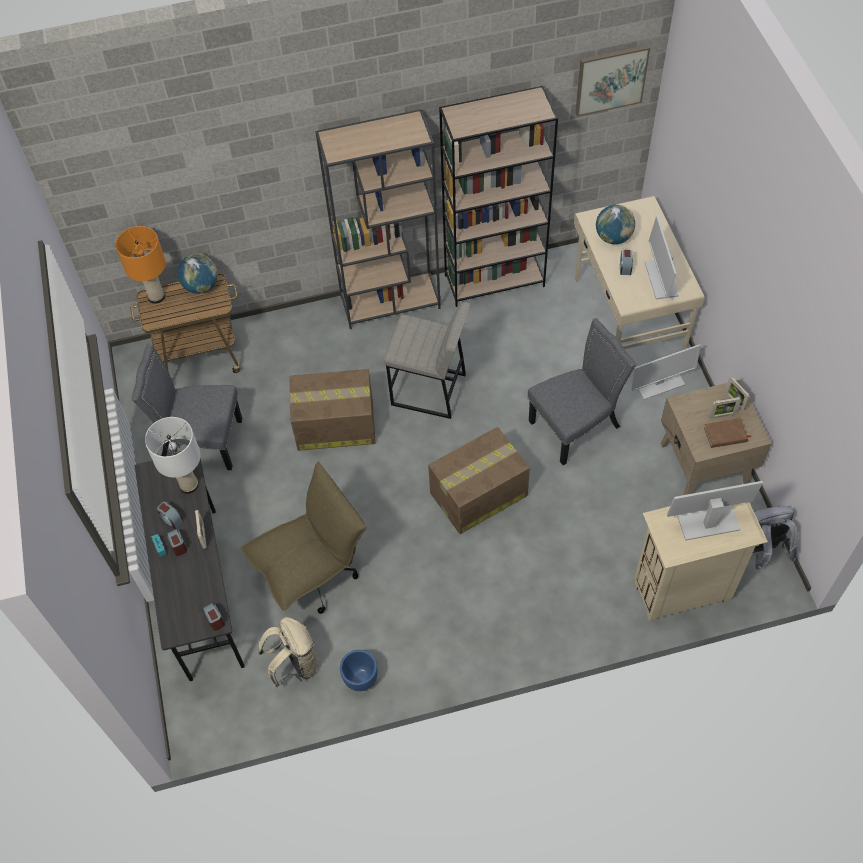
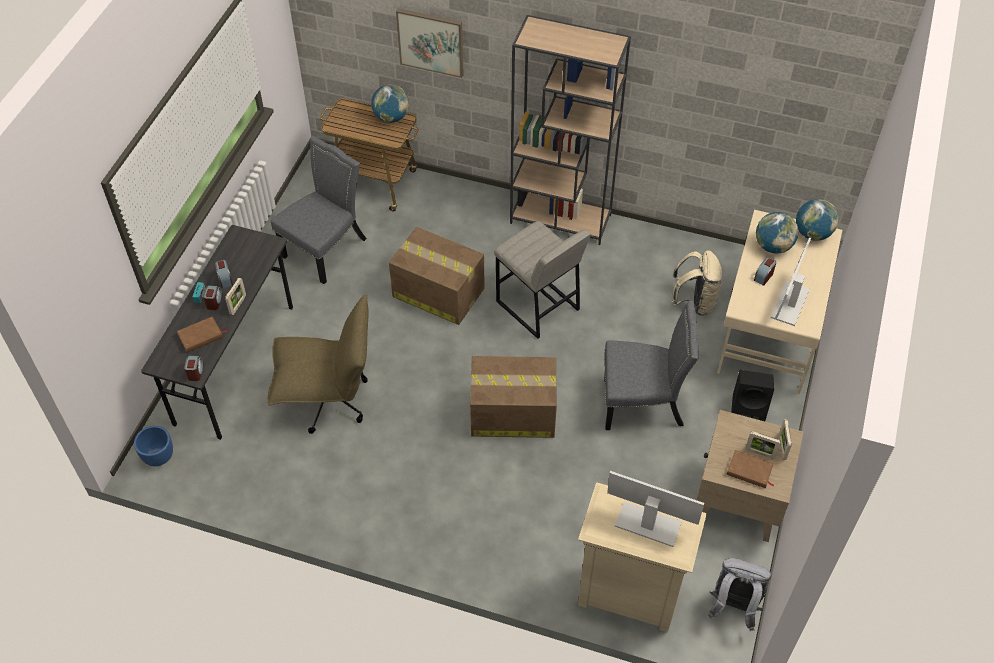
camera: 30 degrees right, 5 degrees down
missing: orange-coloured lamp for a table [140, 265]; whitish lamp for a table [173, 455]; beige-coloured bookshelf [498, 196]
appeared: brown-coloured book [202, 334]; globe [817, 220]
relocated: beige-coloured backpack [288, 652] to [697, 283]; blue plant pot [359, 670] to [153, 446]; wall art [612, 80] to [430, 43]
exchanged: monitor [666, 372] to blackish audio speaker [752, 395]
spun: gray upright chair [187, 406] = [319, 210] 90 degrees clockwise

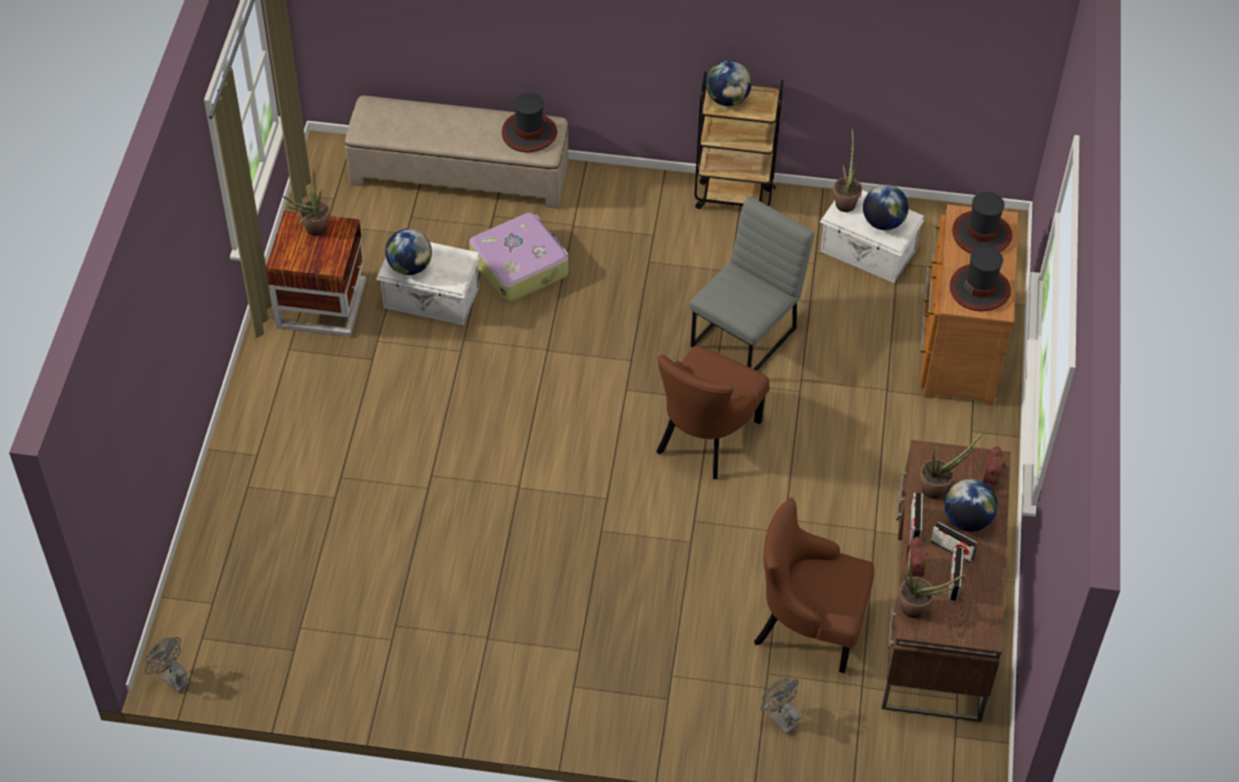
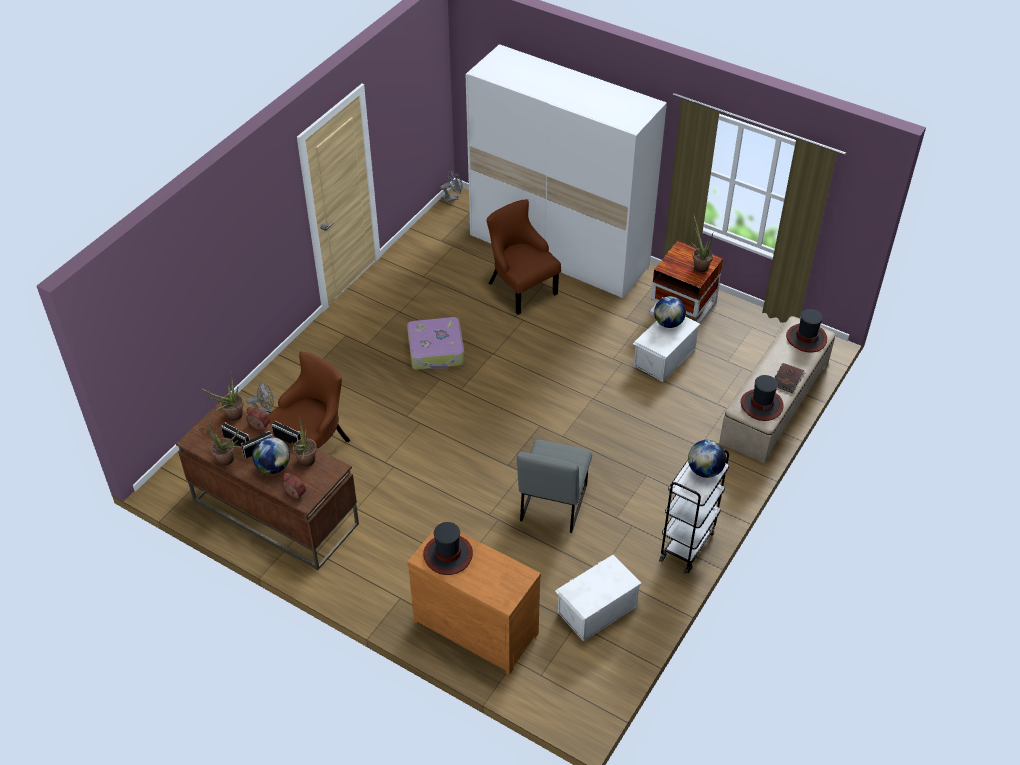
camera: 115 degrees right, 5 degrees down
missing: globe [886, 207]
appeared: whitish clothes cupboard [566, 171]; brown-coloured book [790, 378]
relocated: piece of luggage [518, 257] to [436, 343]; brown-coloured upright chair [713, 412] to [524, 257]; potted plant [847, 169] to [224, 443]; wearable hat [982, 223] to [806, 331]
colour: brown-coloured trolley [739, 140] to whitish trolley [694, 511]
spun: gray upright chair [752, 284] = [554, 486] 45 degrees clockwise

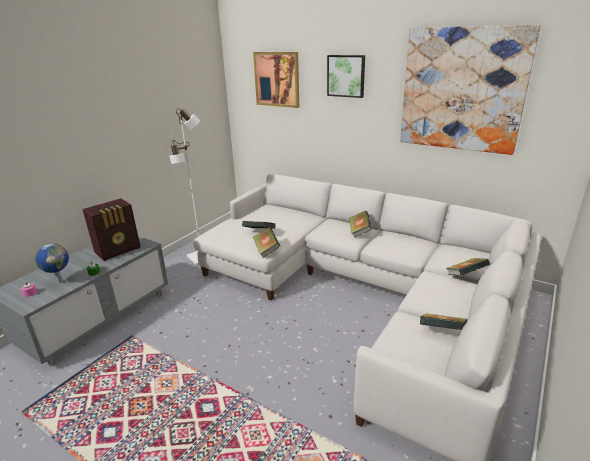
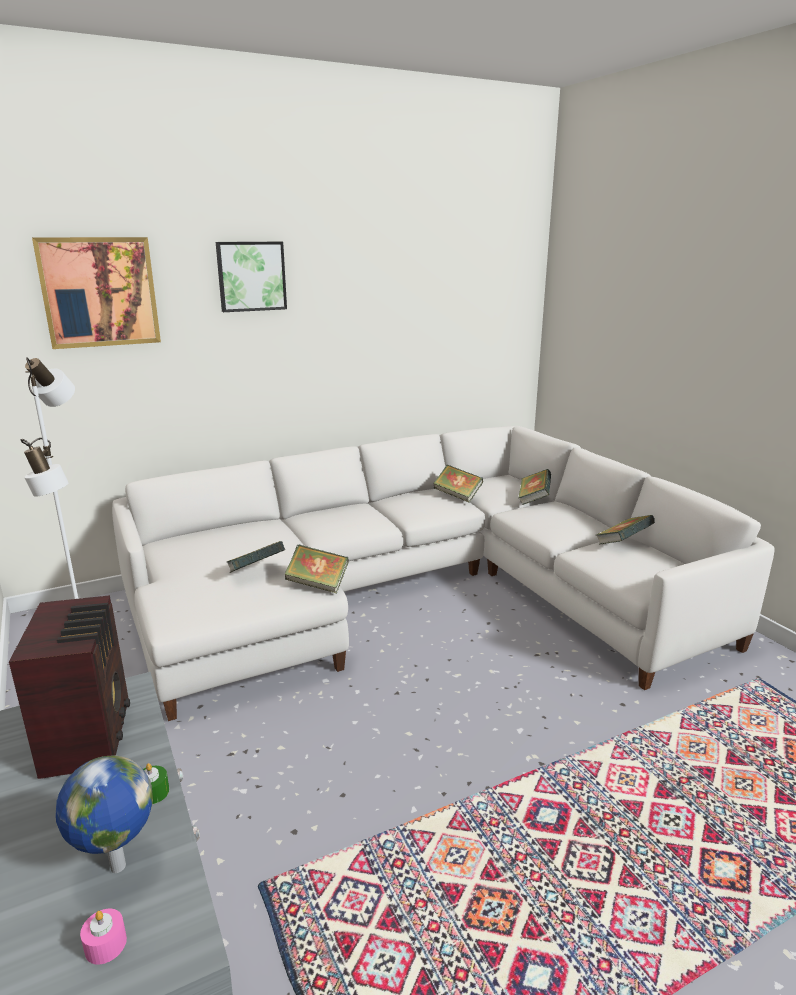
camera: 60 degrees left, 5 degrees down
missing: wall art [470, 90]
relocated: book [360, 224] to [458, 484]

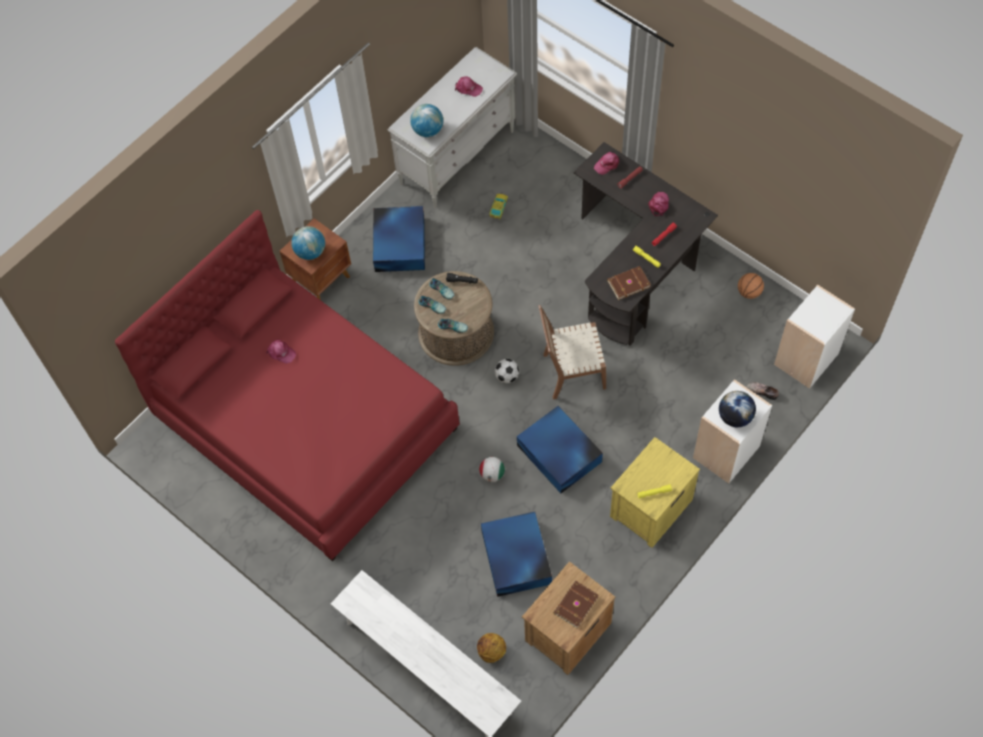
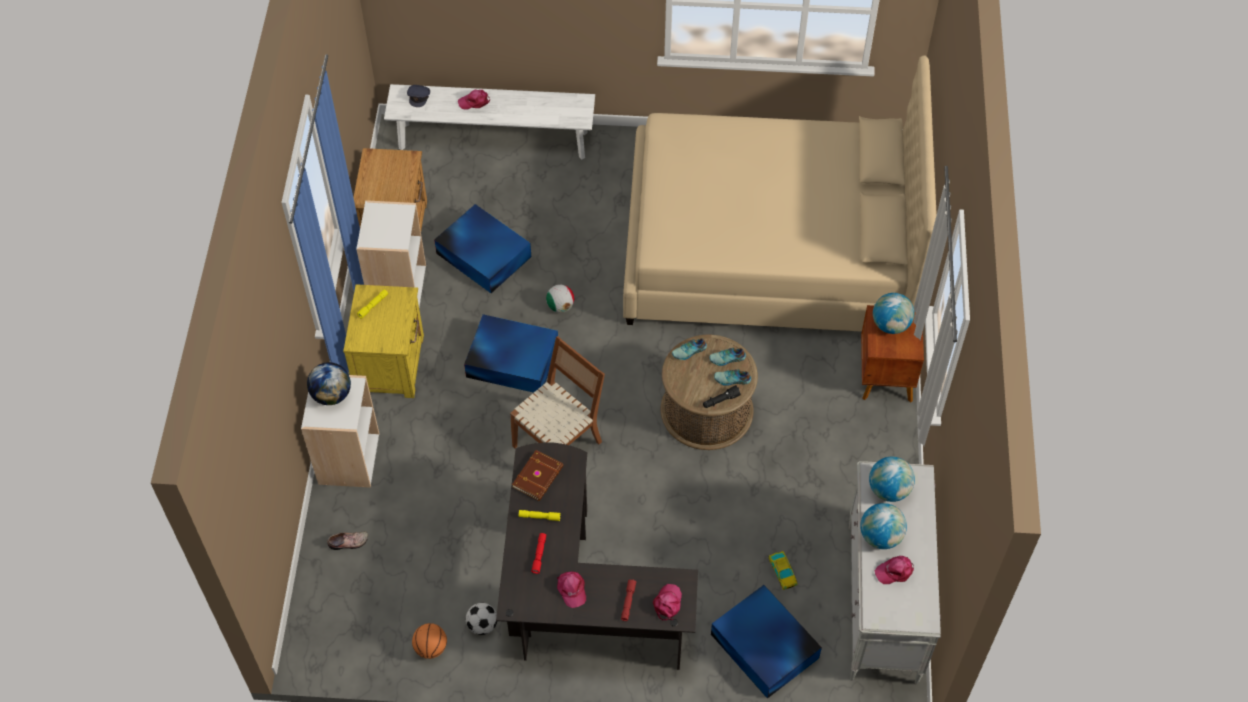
camera: 140 degrees right, 5 degrees down
missing: ball for basketball [491, 648]; brown-coloured book [576, 604]
appeared: gray cap [418, 96]; globe [883, 526]
relocated: pink-coloured cap [281, 352] to [474, 100]; blue storage container [399, 239] to [766, 642]; ball for football [507, 371] to [481, 619]; whitish bookshelf [814, 337] to [391, 253]
colour: red bedroom bed [287, 386] to beige-coloured bedroom bed [780, 193]

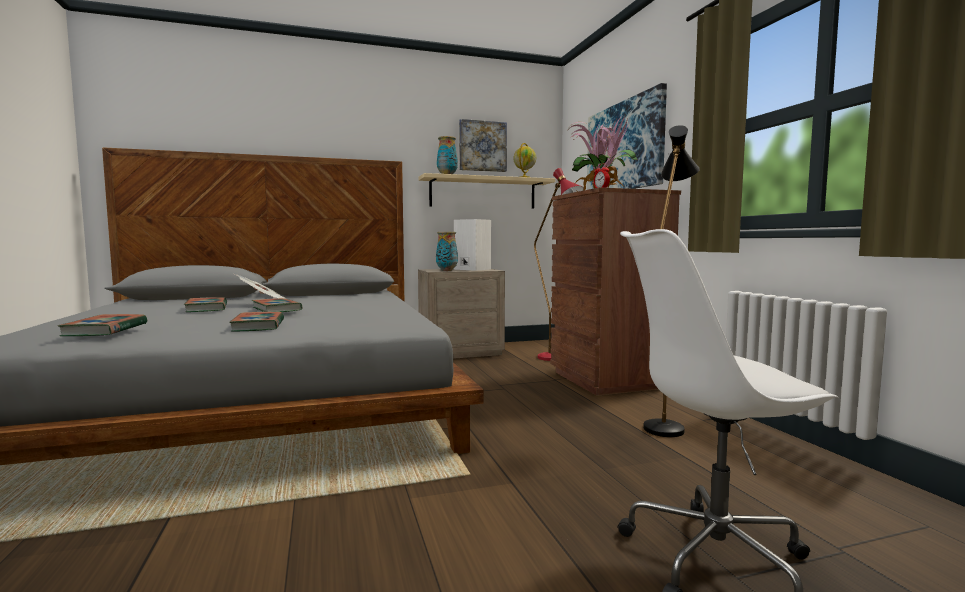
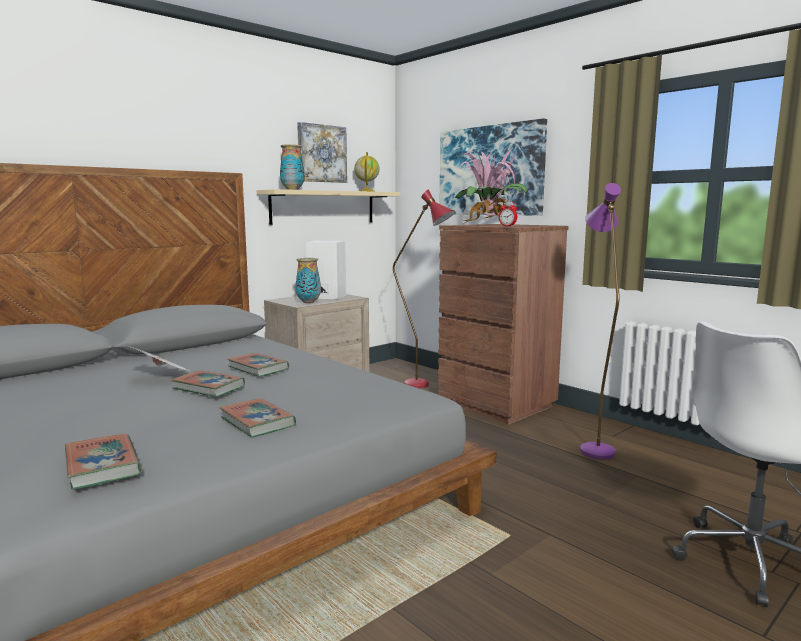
camera: 25 degrees left, 5 degrees up
relocated: book [205, 304] to [258, 365]
colour: blackish standard lamp [671, 281] to purple-coloured standard lamp [600, 321]

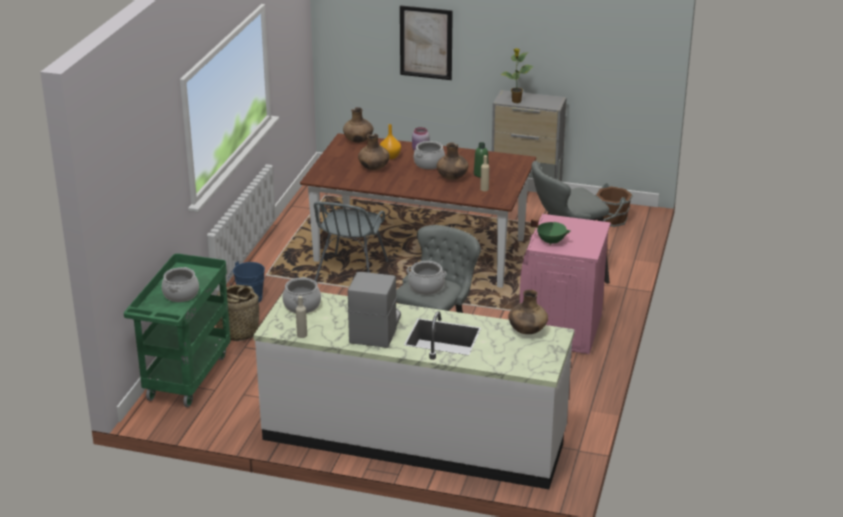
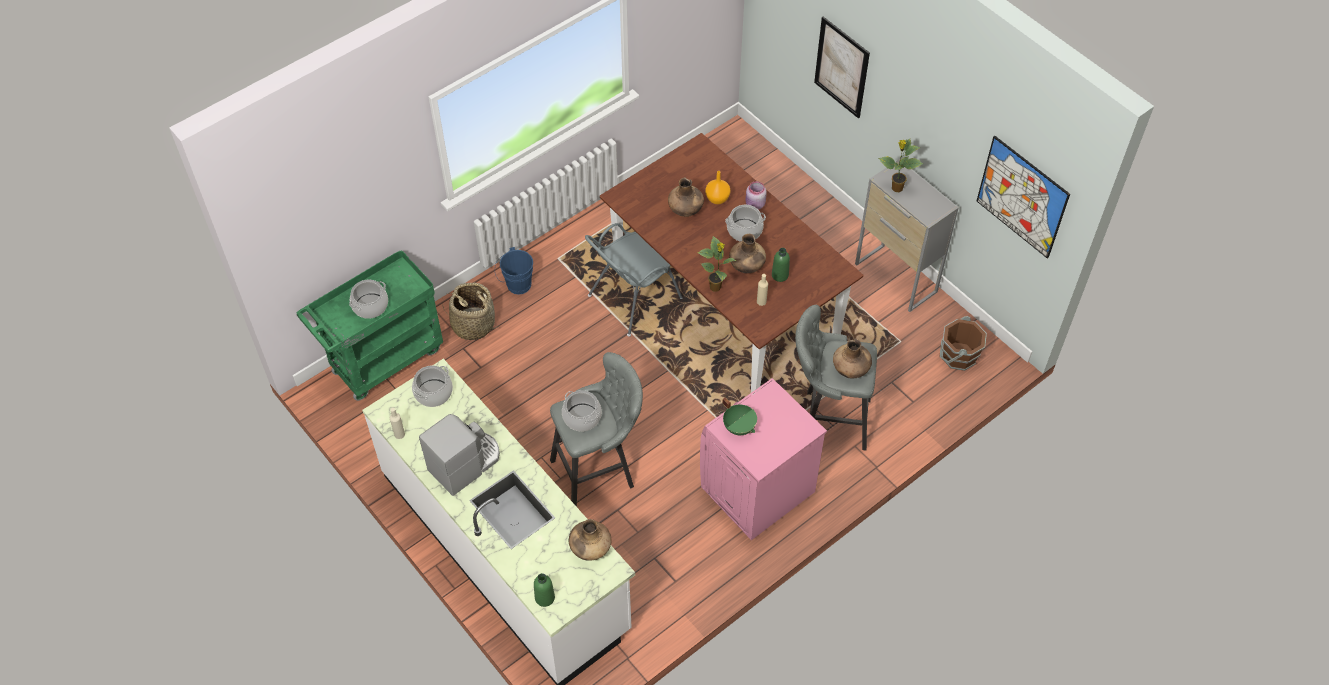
camera: 35 degrees right, 25 degrees up
appeared: green bottle [544, 590]; potted plant [717, 264]; wall art [1023, 197]
relocated: brown-coloured decorative vase [358, 125] to [852, 359]

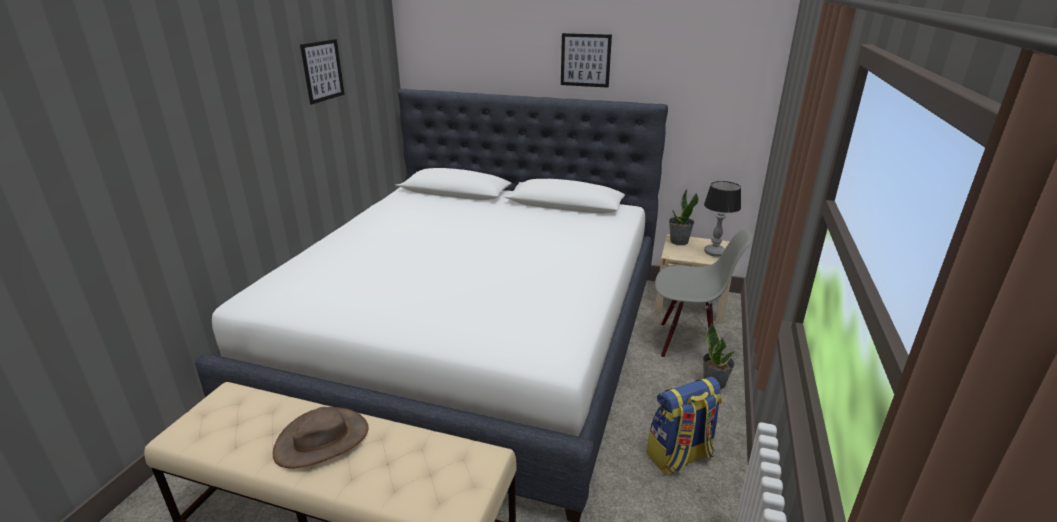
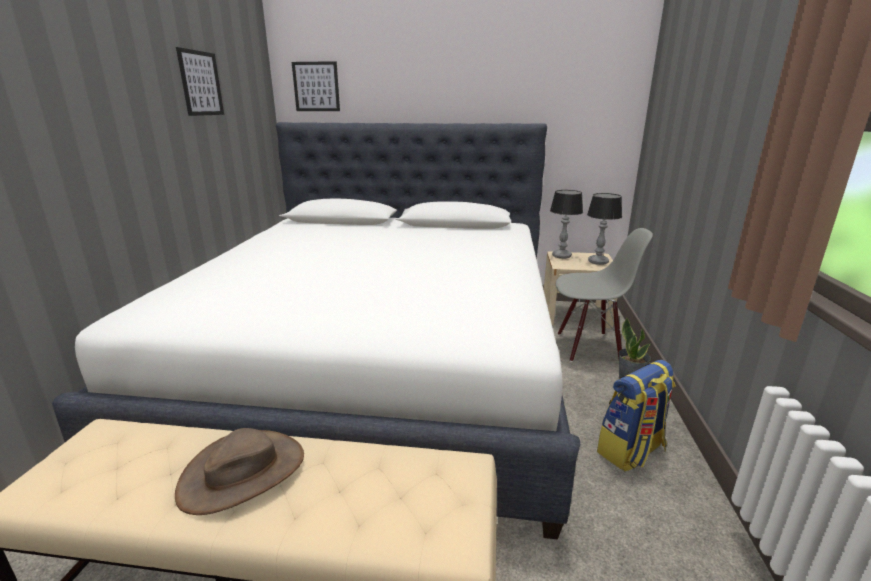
camera: 10 degrees left, 5 degrees down
relocated: wall art [586, 60] to [316, 86]
exchanged: potted plant [683, 217] to lamp for a table [566, 224]

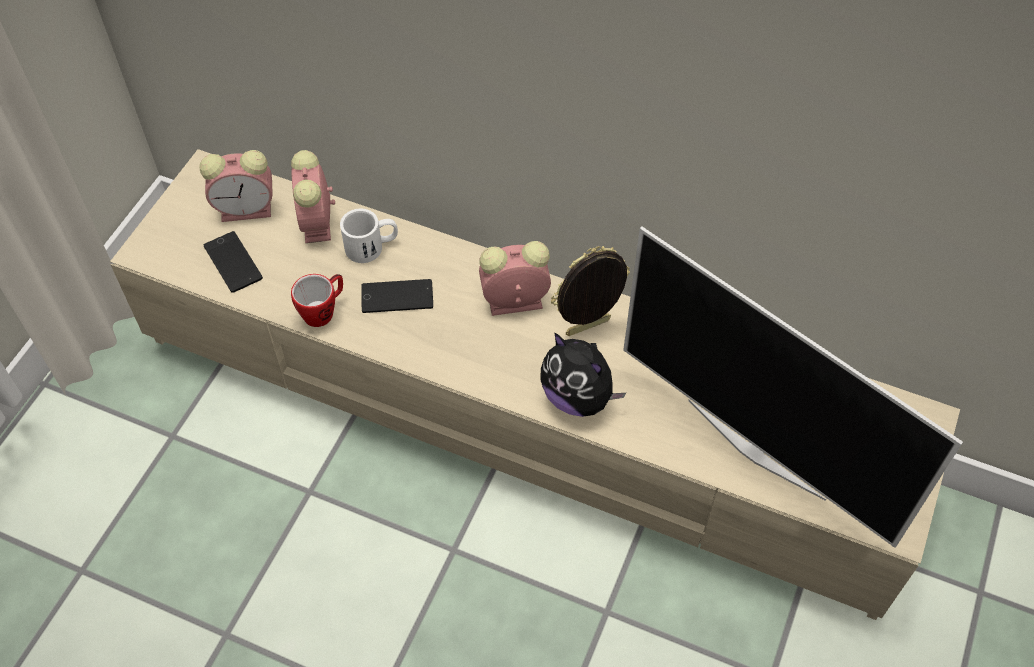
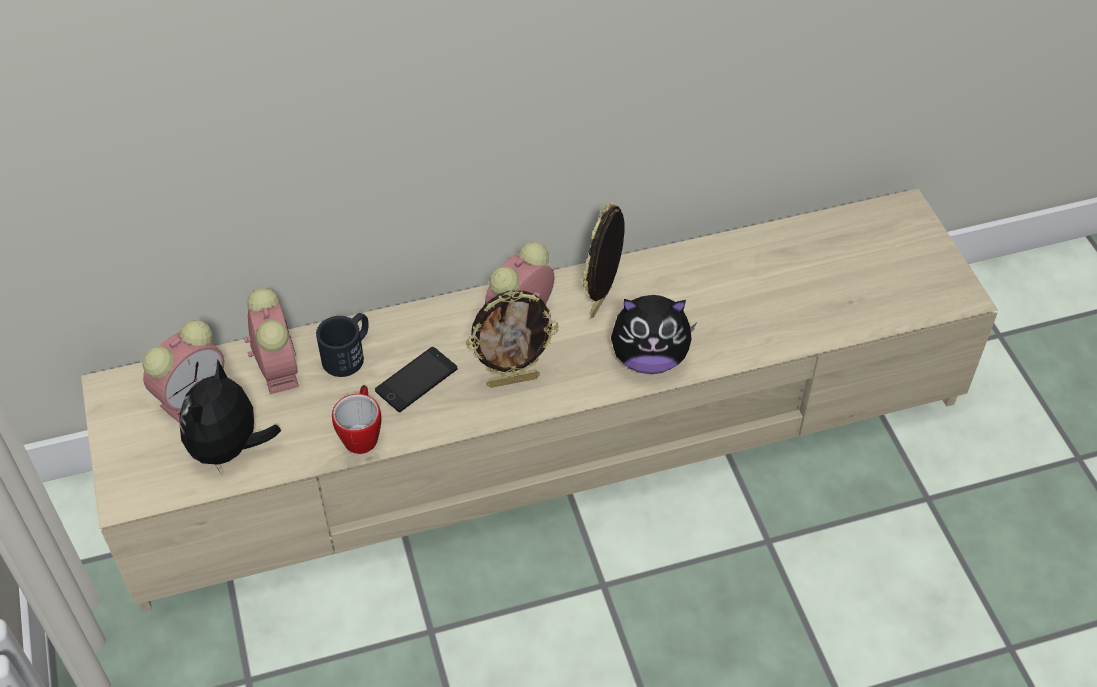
camera: 40 degrees left, 5 degrees down
missing: TV [793, 387]
appeared: standing frame [512, 339]
exchanged: phone [233, 262] to plush toy [230, 417]
colour: whitish coffee mug [369, 235] to blackish coffee mug [342, 345]
spun: alarm clock [313, 196] = [271, 341] 150 degrees counterclockwise

